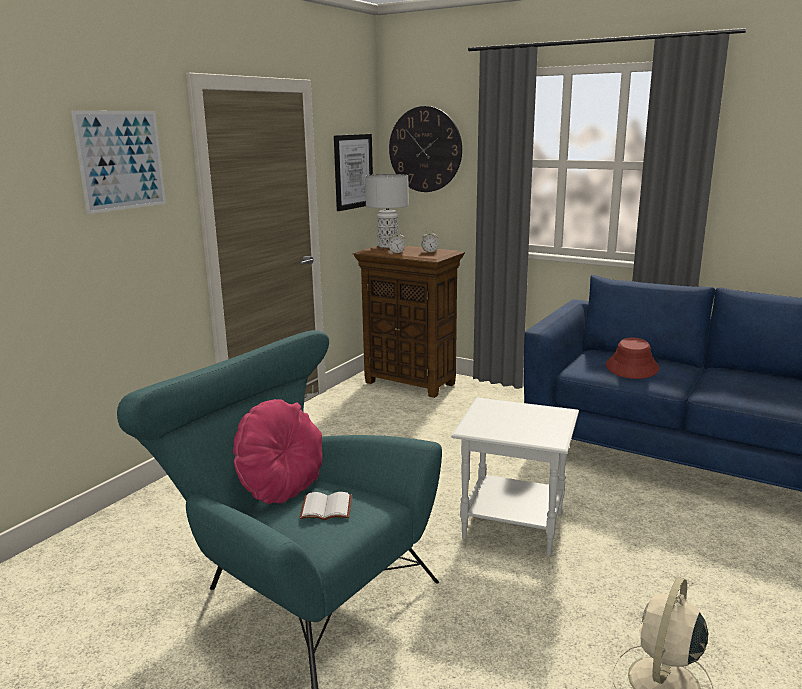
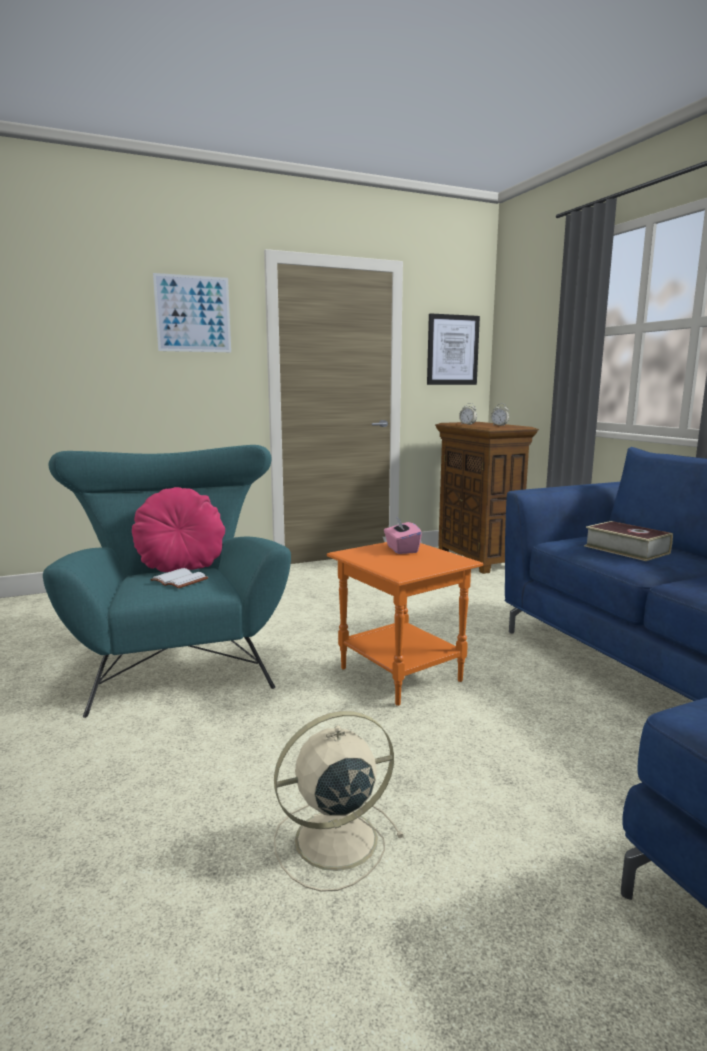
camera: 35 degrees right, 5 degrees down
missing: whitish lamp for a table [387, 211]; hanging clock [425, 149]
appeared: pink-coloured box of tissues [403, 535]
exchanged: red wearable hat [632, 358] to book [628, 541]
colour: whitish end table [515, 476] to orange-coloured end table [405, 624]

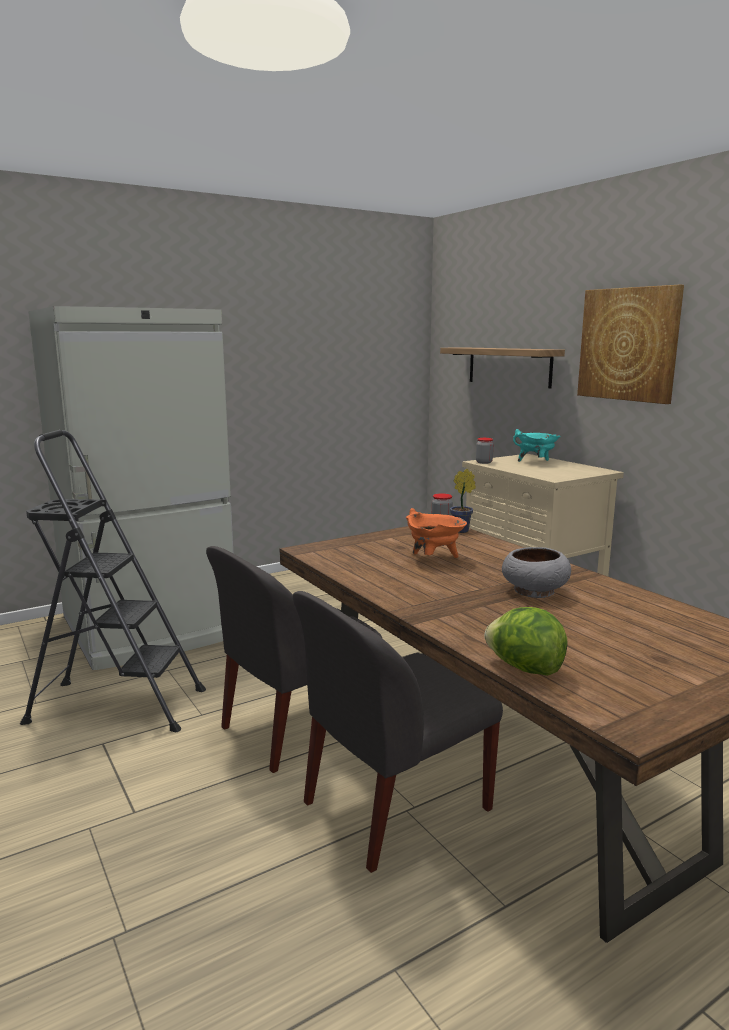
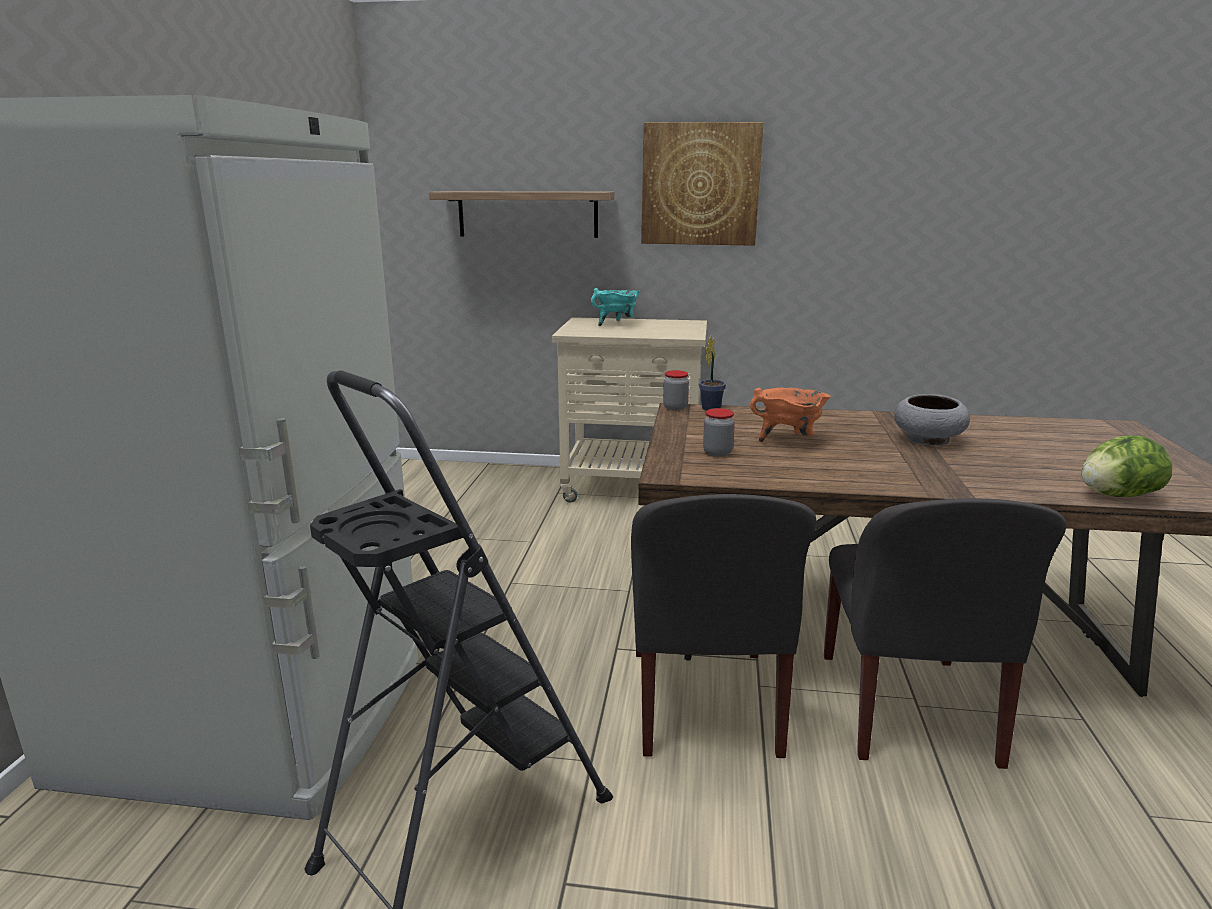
camera: 50 degrees left, 5 degrees up
relocated: jar [484, 451] to [719, 432]

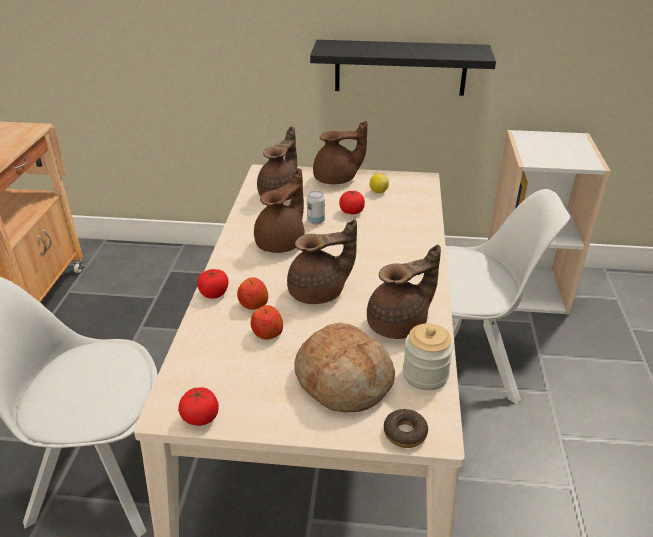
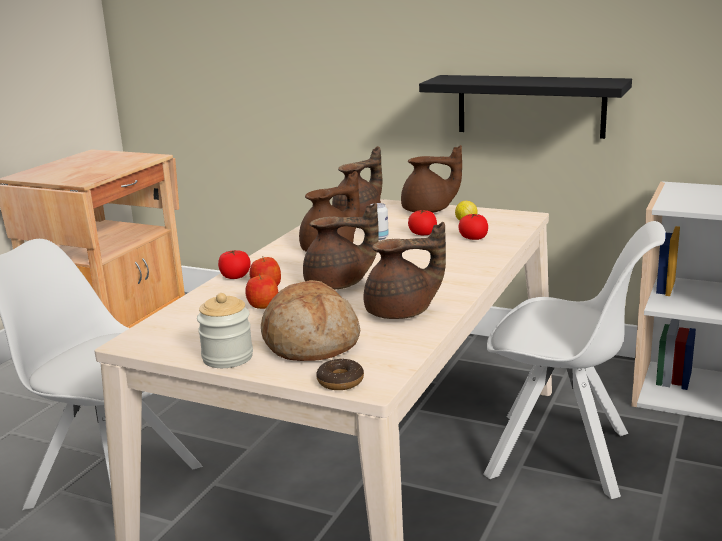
camera: 20 degrees right, 15 degrees down
relocated: whole tomato [198, 406] to [473, 227]; jar [428, 357] to [225, 330]

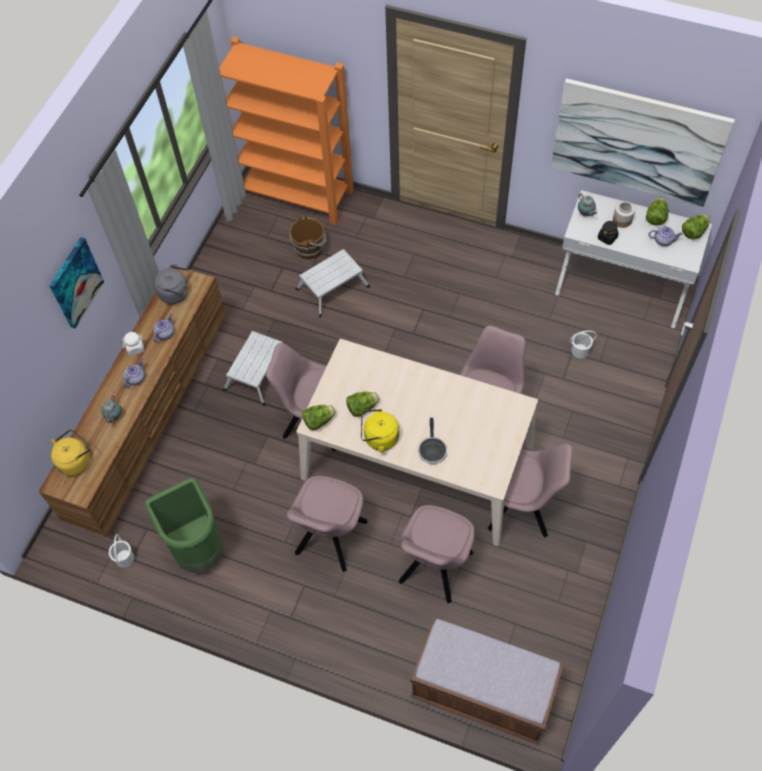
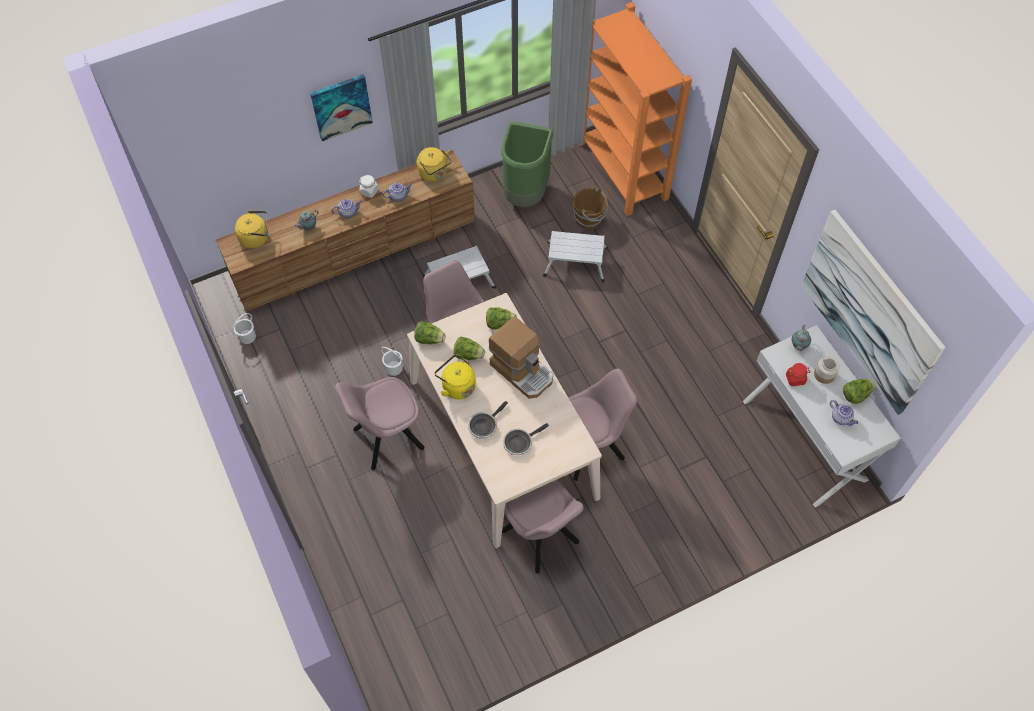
camera: 40 degrees right, 0 degrees up
missing: pink-coloured upright chair [437, 554]; brown-coloured long seat [487, 681]
appeared: coffee brewer [521, 357]; frying pan [526, 439]
relocated: green waste bin [184, 525] to [527, 164]; whitish water bucket [583, 344] to [392, 361]; head of lettuce [696, 227] to [501, 318]
colour: gray tea kettle [172, 284] to yellow-coloured tea kettle [434, 164]; blackish jar [608, 233] to red jar [798, 374]

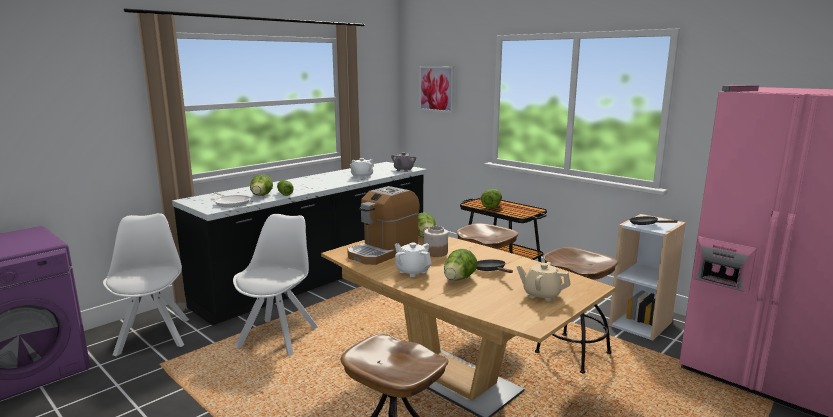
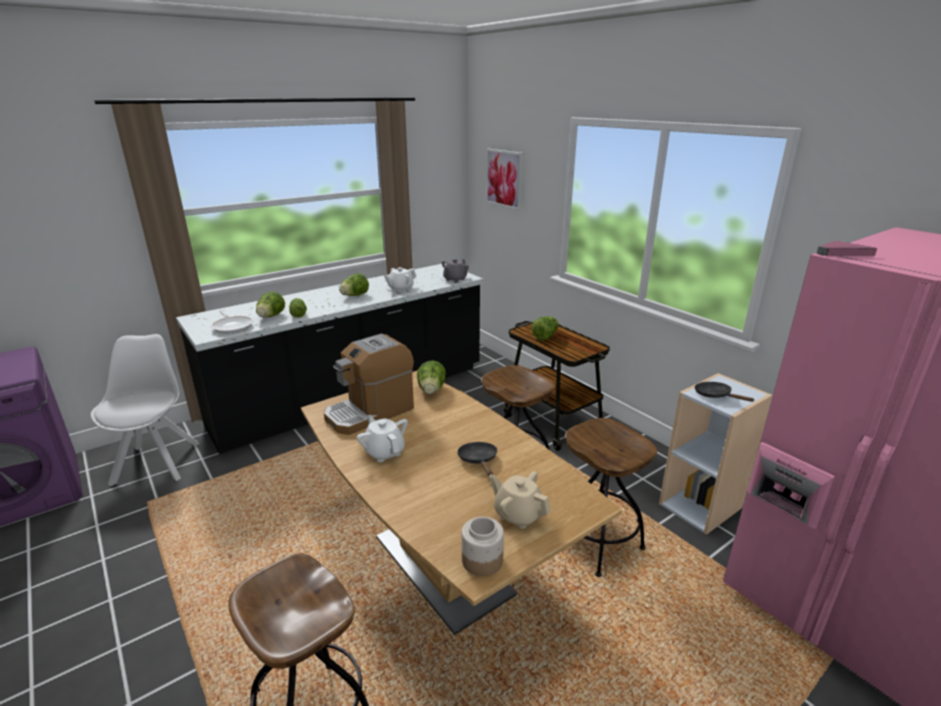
camera: 10 degrees right, 10 degrees up
missing: whitish upright chair [275, 285]
relocated: jar [436, 241] to [483, 546]; head of lettuce [460, 264] to [354, 284]

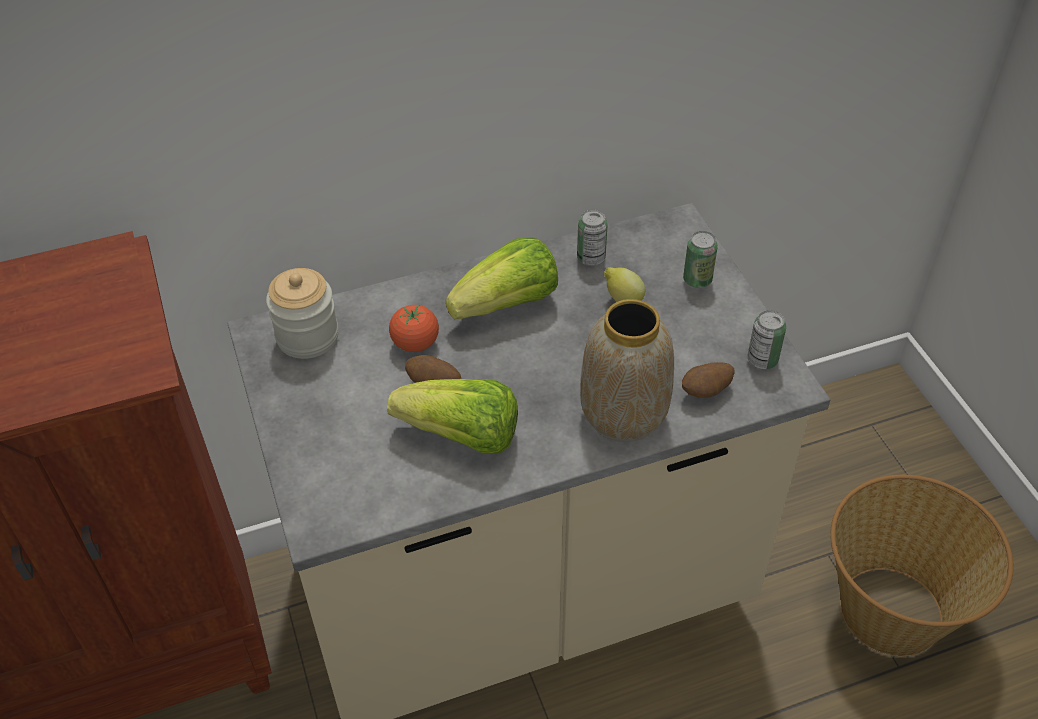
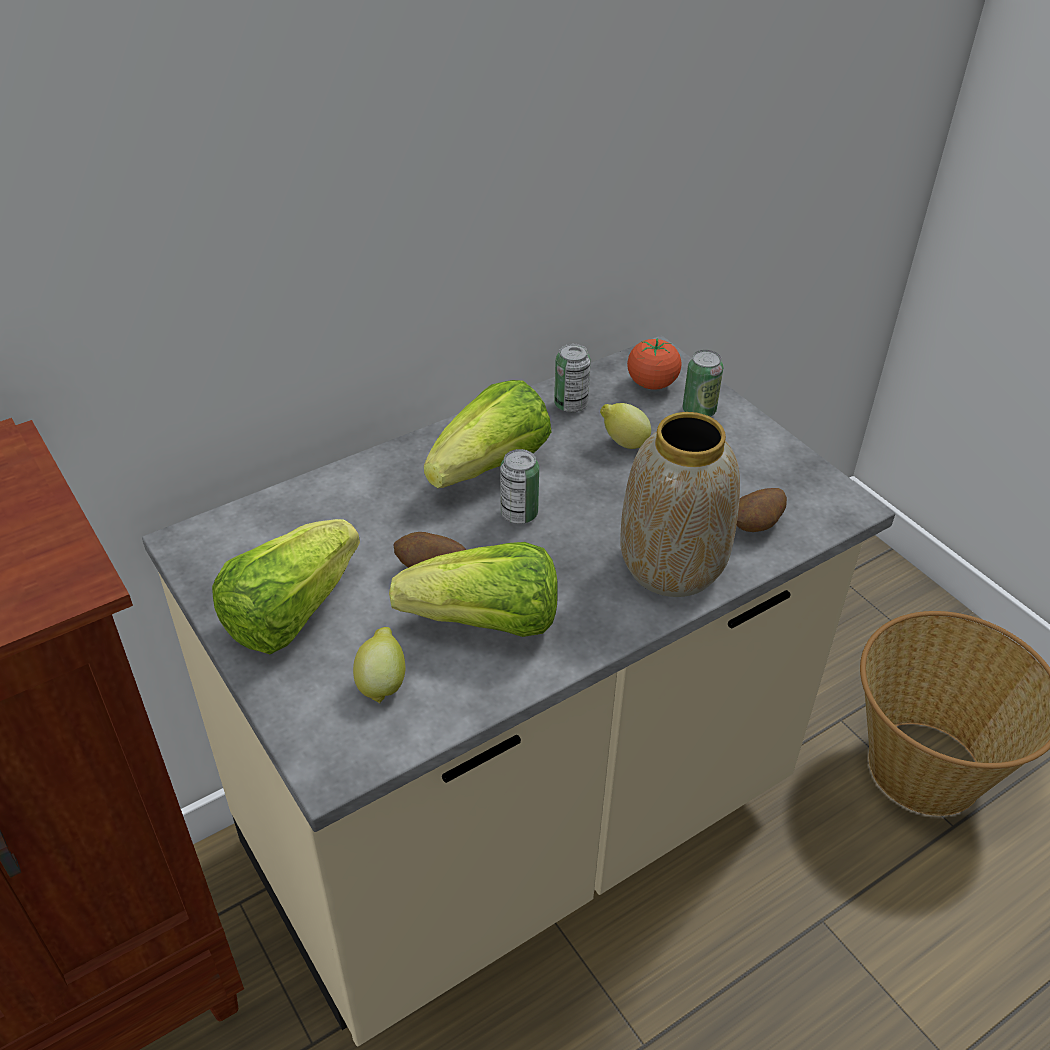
camera: 15 degrees left, 5 degrees down
missing: jar [302, 313]
appeared: head of lettuce [286, 586]; whole lemon [379, 665]
relocated: whole tomato [414, 328] to [654, 363]; sealed can [766, 339] to [519, 486]

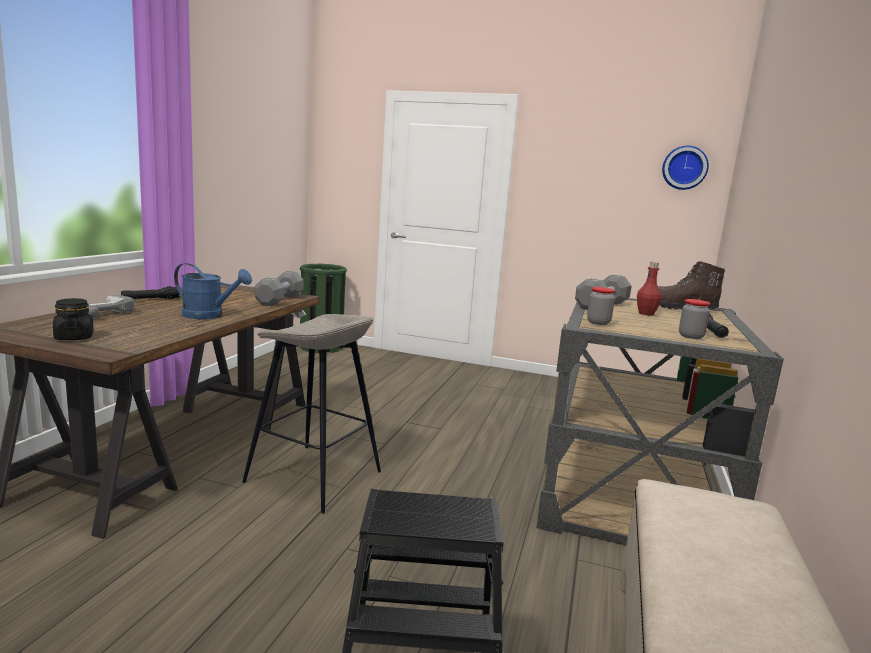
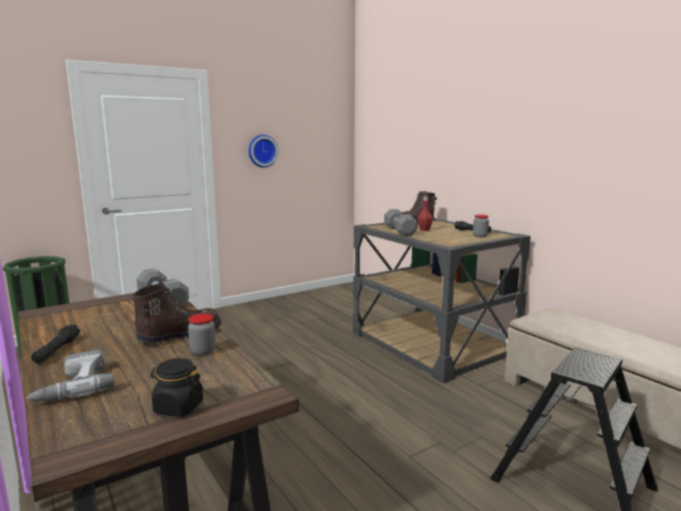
camera: 50 degrees left, 0 degrees up
missing: gray stool [311, 414]
relocated: jar [601, 306] to [202, 335]; hanging clock [685, 167] to [263, 151]
exchanged: blue sprinkling can [213, 291] to brown-coloured high-top boot [177, 312]

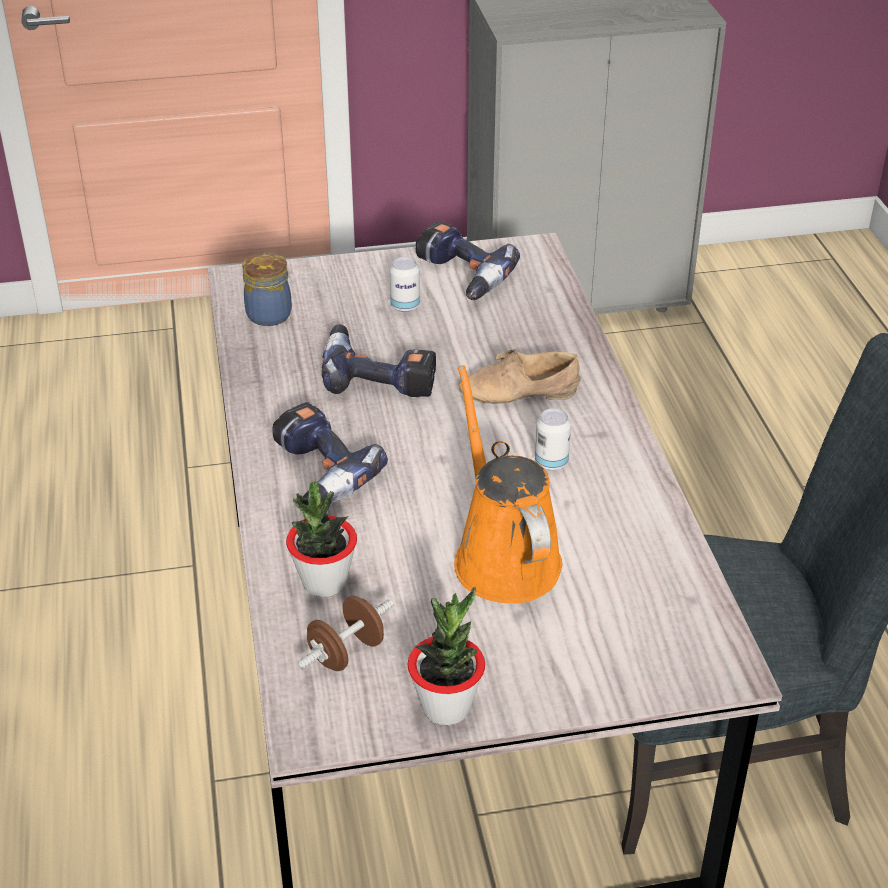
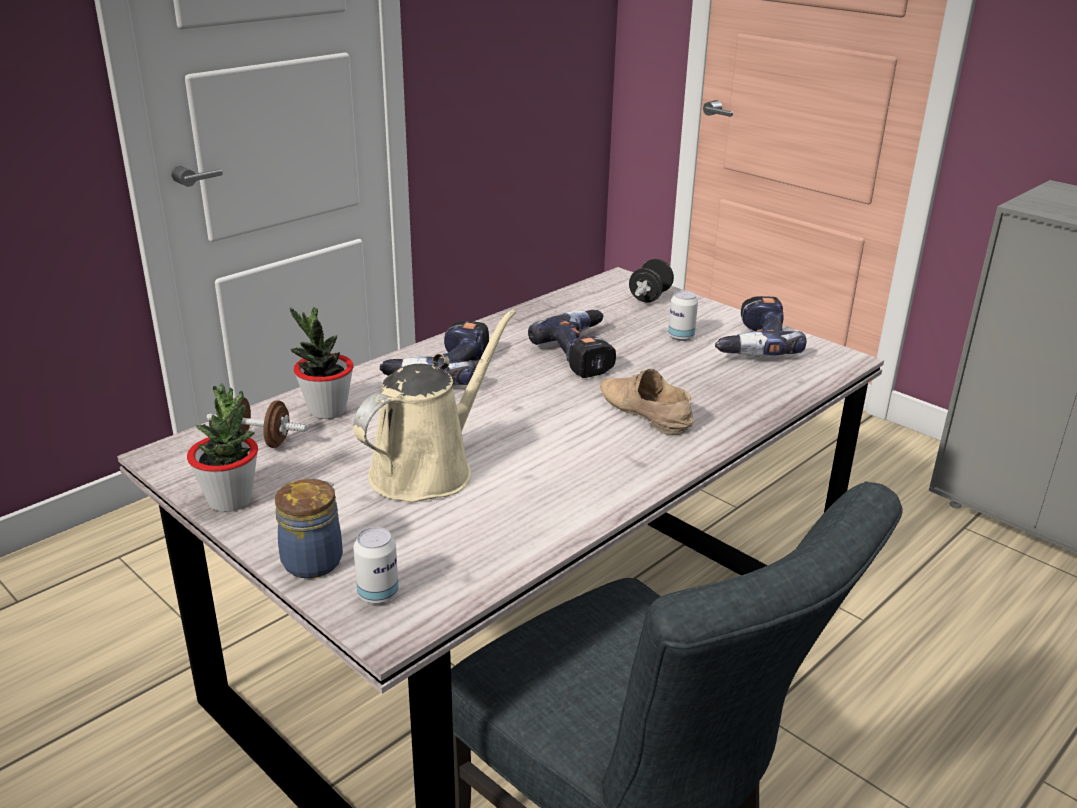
camera: 55 degrees right, 10 degrees down
appeared: blackish dumbbell [651, 281]
relocated: jar [267, 289] to [309, 528]; sealed can [553, 439] to [376, 565]
colour: orange-coloured sprinkling can [508, 484] to beige-coloured sprinkling can [434, 405]

